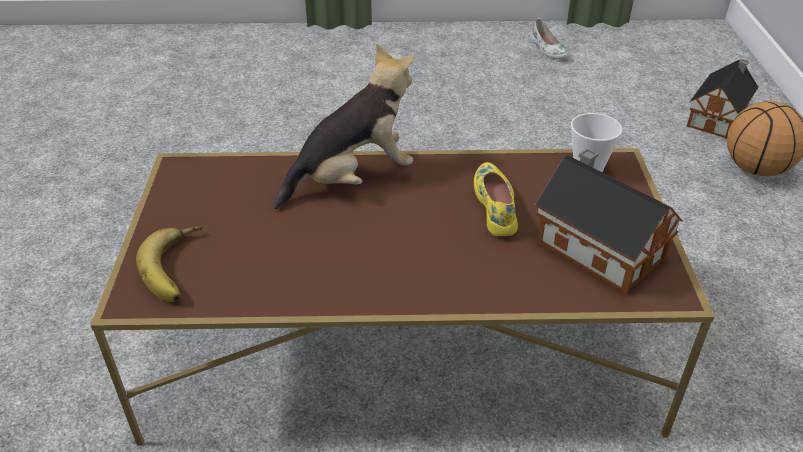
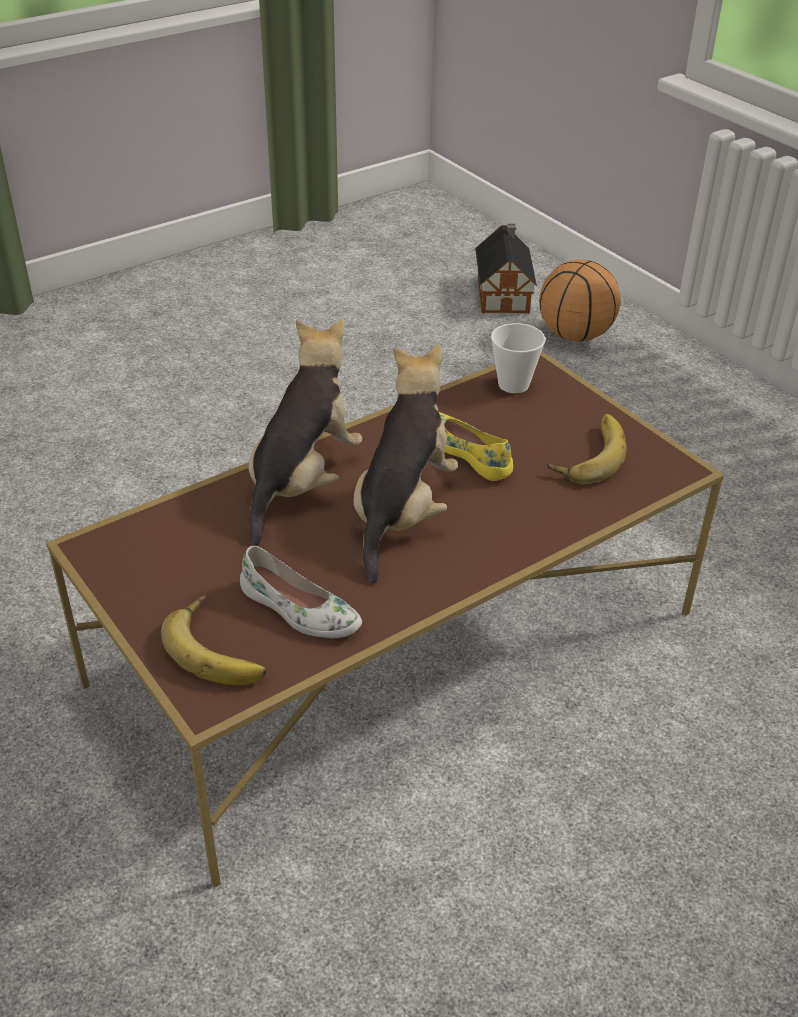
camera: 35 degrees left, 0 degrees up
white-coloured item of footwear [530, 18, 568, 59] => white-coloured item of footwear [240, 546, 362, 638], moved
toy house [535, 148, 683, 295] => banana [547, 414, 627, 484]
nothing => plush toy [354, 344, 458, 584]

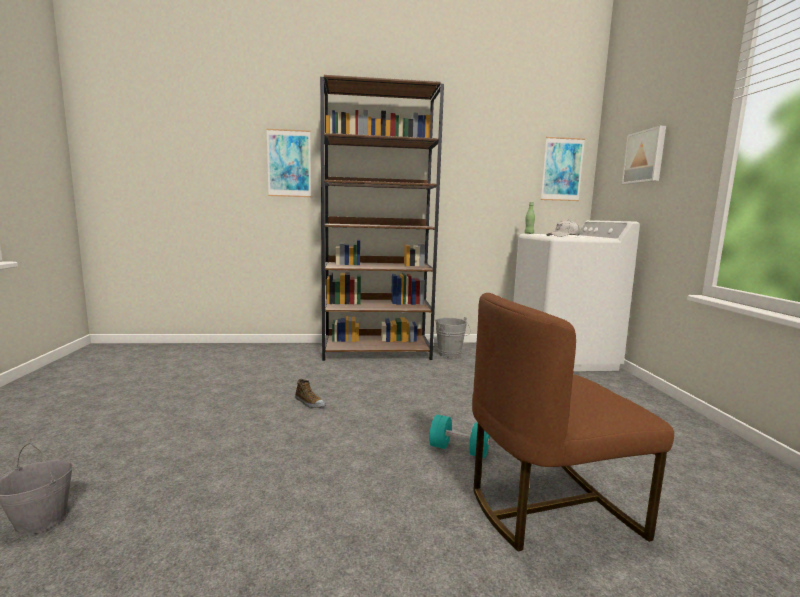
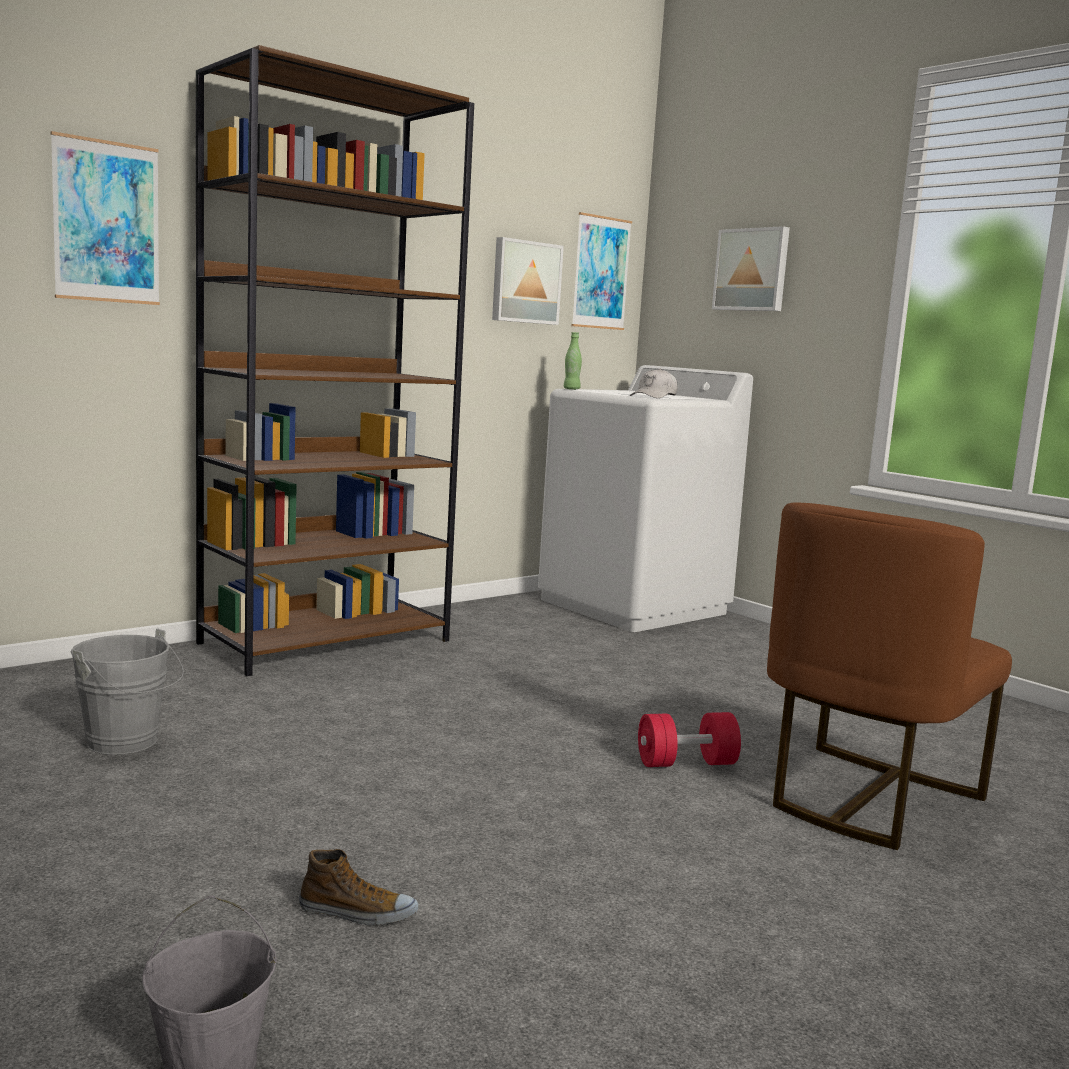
camera: 35 degrees left, 0 degrees up
grey bucket [435, 317, 471, 358] => grey bucket [70, 628, 184, 755], moved
item of footwear [295, 379, 326, 408] => item of footwear [299, 849, 419, 925], moved
blue-green free weight [429, 415, 490, 458] => red free weight [638, 712, 741, 767]
nothing => picture [492, 237, 564, 325]

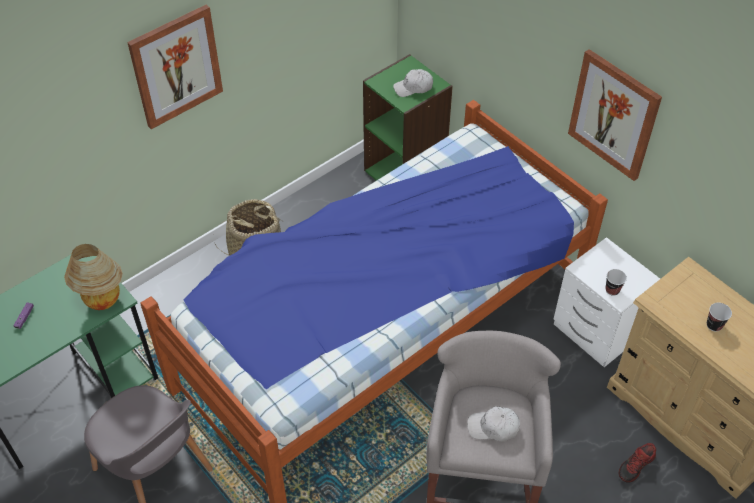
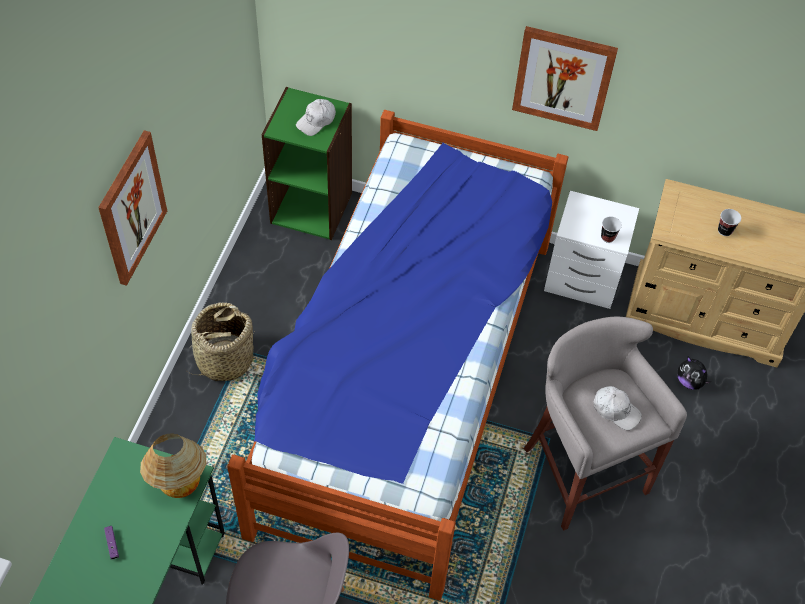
camera: 35 degrees left, 5 degrees up
white-coloured peaked cap [467, 406, 520, 441] => white-coloured peaked cap [593, 386, 642, 430], 120 degrees counterclockwise
item of footwear [619, 443, 656, 483] => plush toy [677, 357, 712, 390]

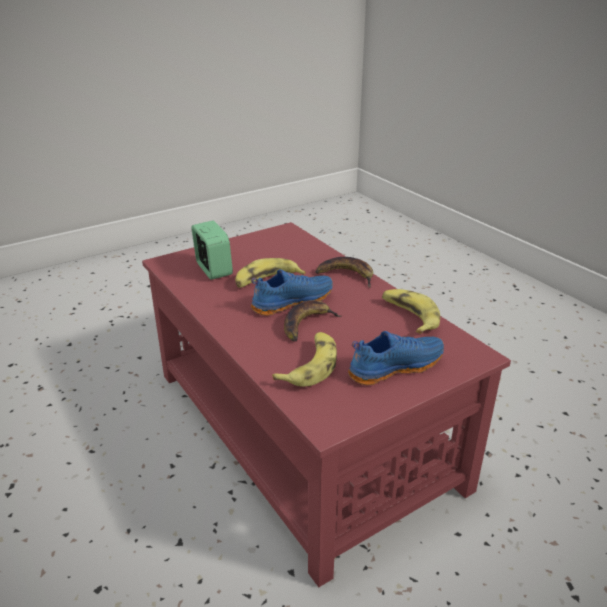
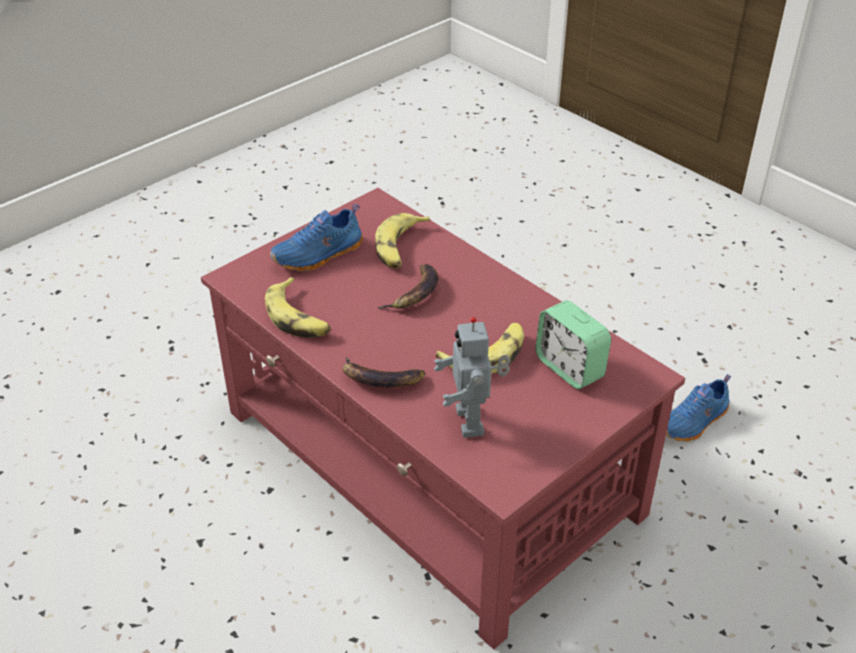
camera: 170 degrees right, 10 degrees up
bluish item of footwear [251, 269, 333, 316] => bluish item of footwear [666, 374, 731, 442], moved
nothing => model robot [434, 317, 510, 438]

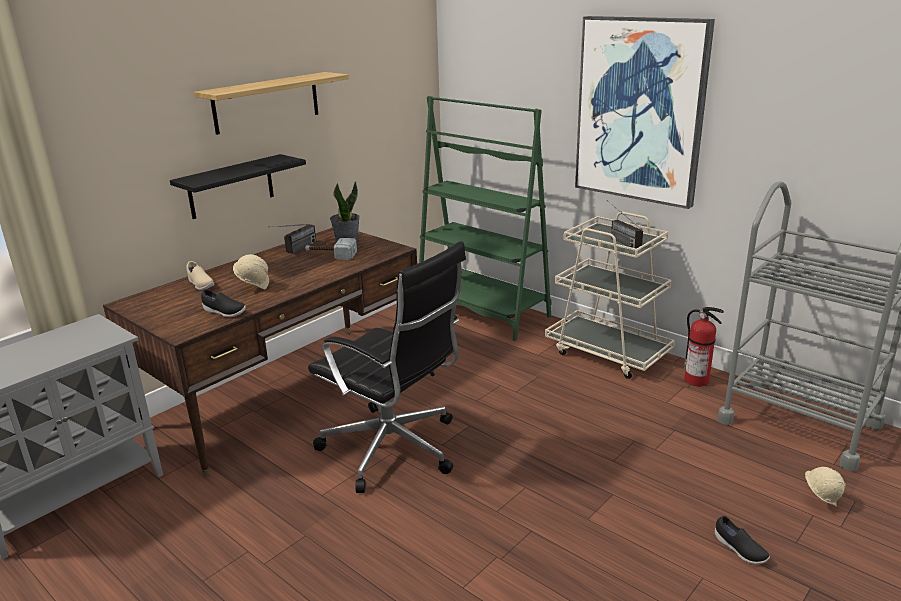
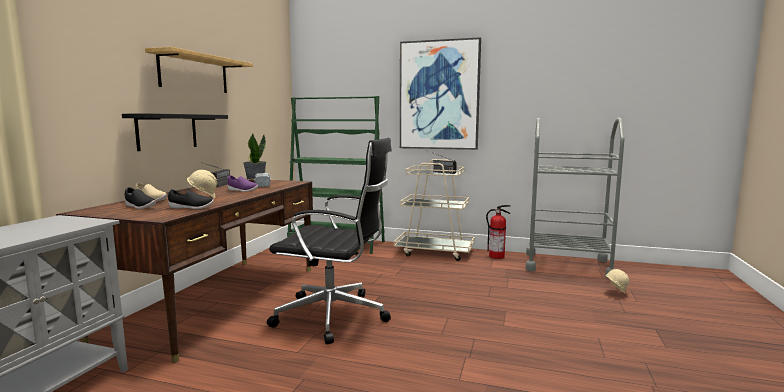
camera: 25 degrees left, 15 degrees down
black item of footwear [715, 516, 770, 564] => black item of footwear [125, 187, 156, 209], moved
nothing => purplish item of footwear [227, 175, 258, 192]

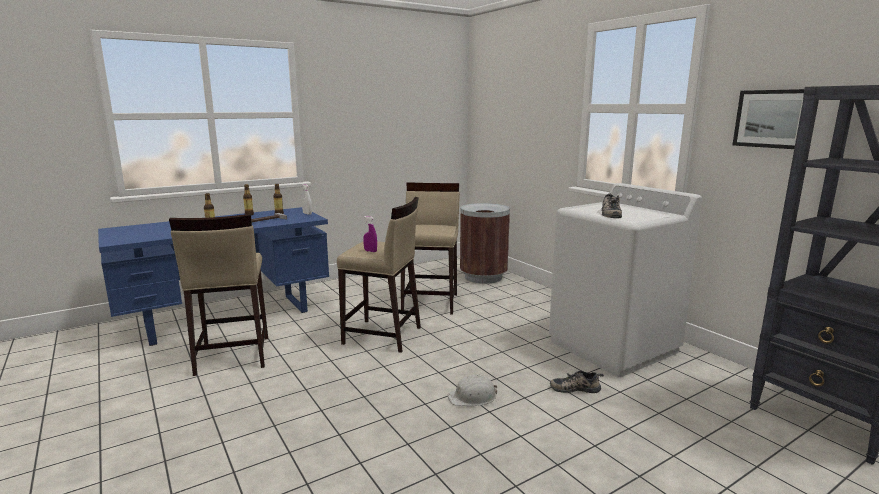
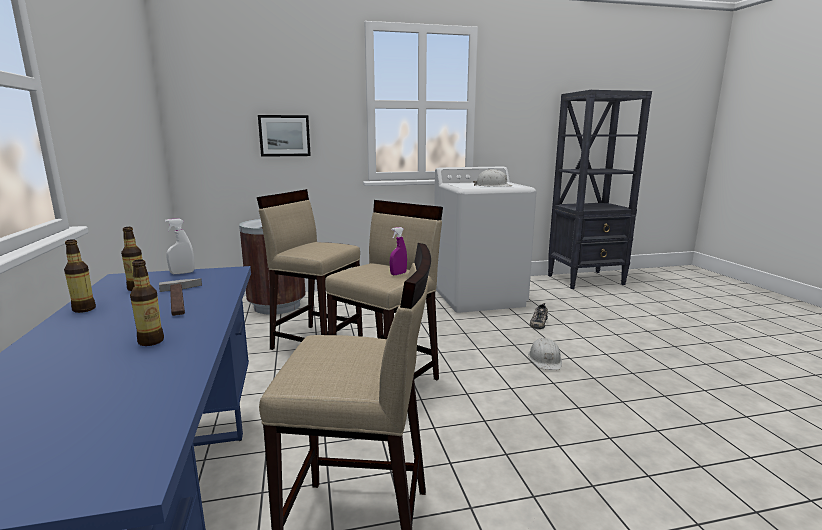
camera: 70 degrees left, 0 degrees up
picture [733, 89, 804, 149] => picture [258, 115, 311, 157], moved
item of footwear [601, 193, 622, 218] => white-coloured hard hat [473, 169, 513, 187]

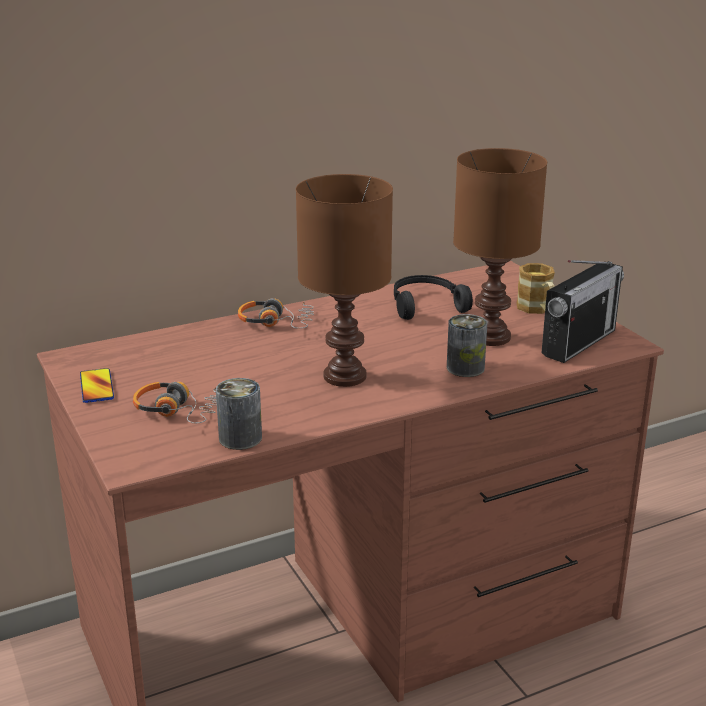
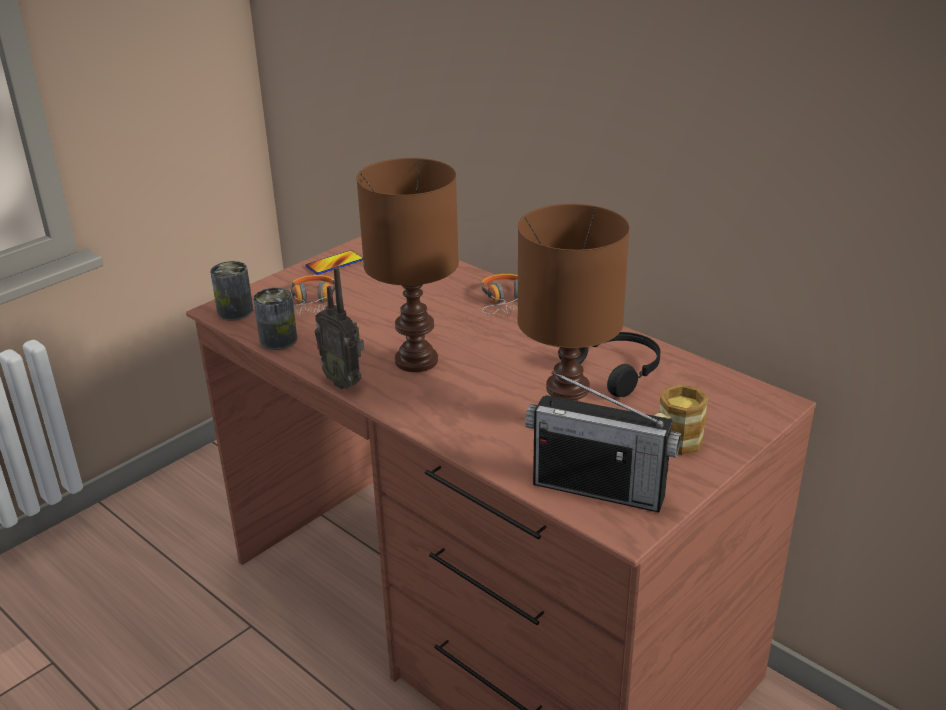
camera: 70 degrees right, 5 degrees up
metal can [447, 314, 487, 377] => metal can [210, 261, 253, 321], moved
nothing => radio set [315, 267, 364, 389]

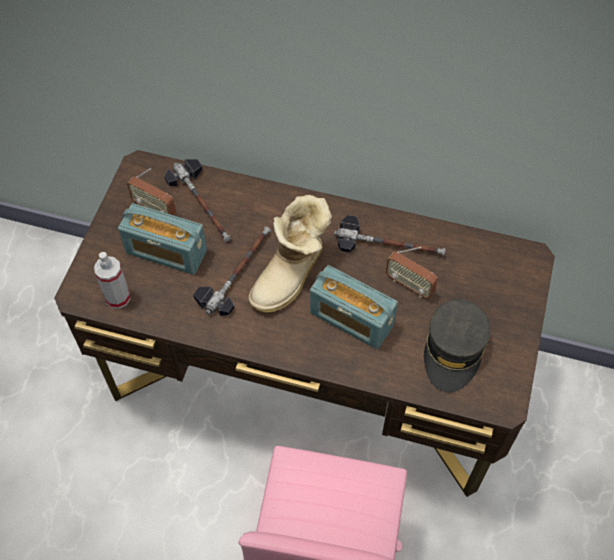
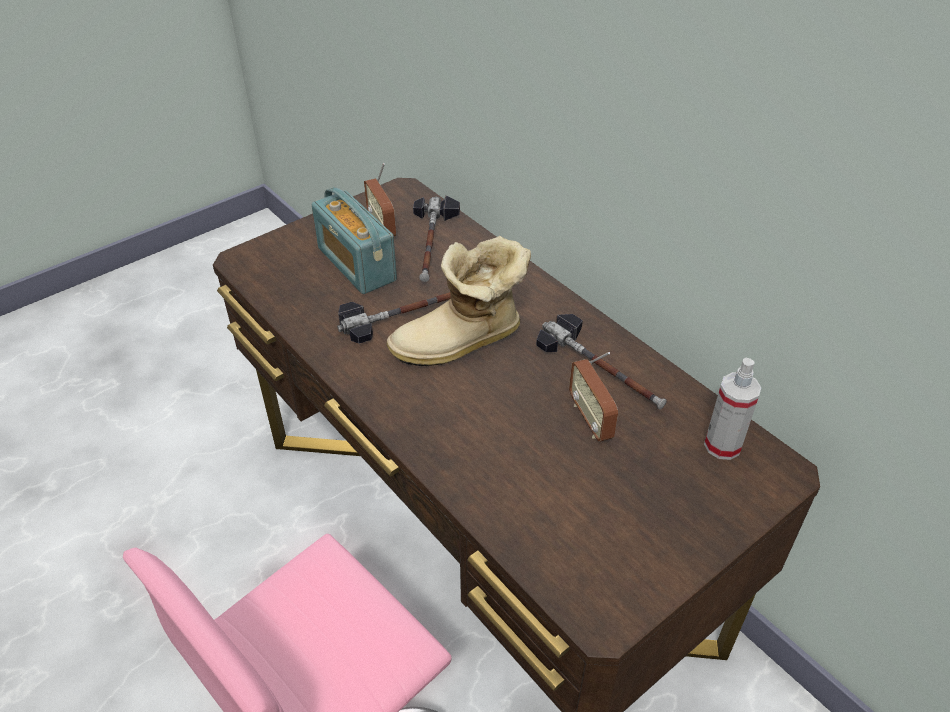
camera: 35 degrees right, 15 degrees down
spray bottle [94, 252, 130, 309] => spray bottle [704, 358, 761, 460], moved
radio set [310, 265, 398, 349] => nothing
grey peaked cap [424, 299, 490, 392] => nothing

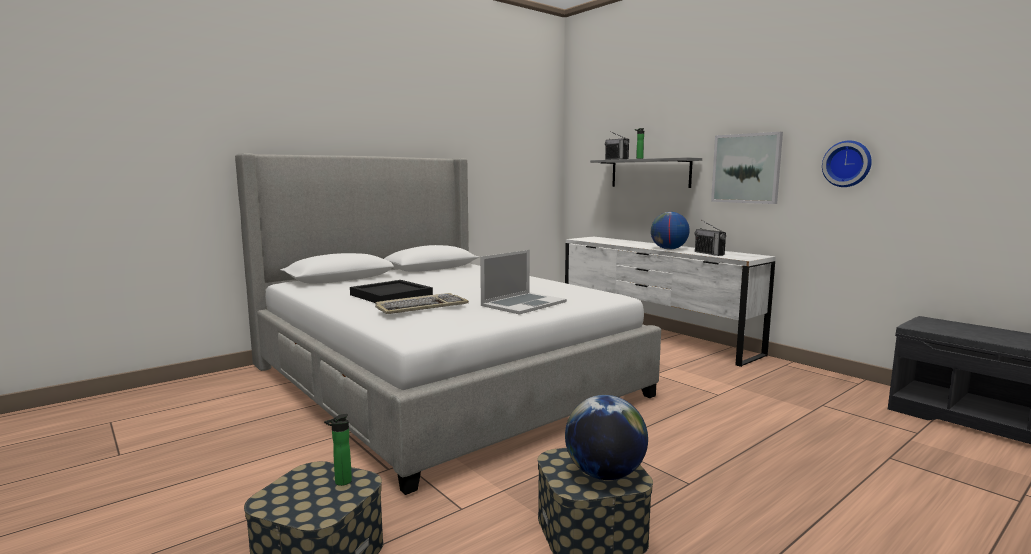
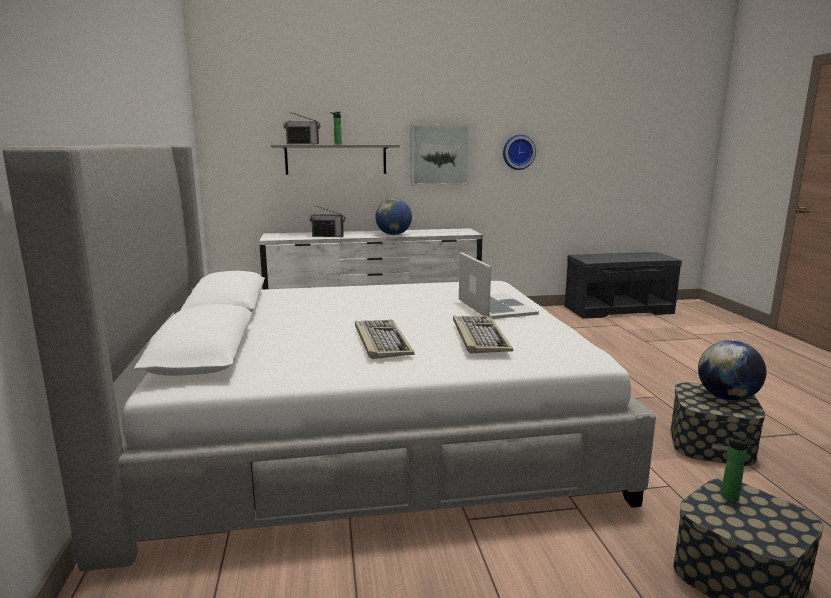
camera: 60 degrees left, 5 degrees up
radio set [694, 220, 726, 256] => radio set [309, 206, 345, 237], moved
black tray [350, 280, 433, 303] => PC keyboard [355, 320, 415, 359]

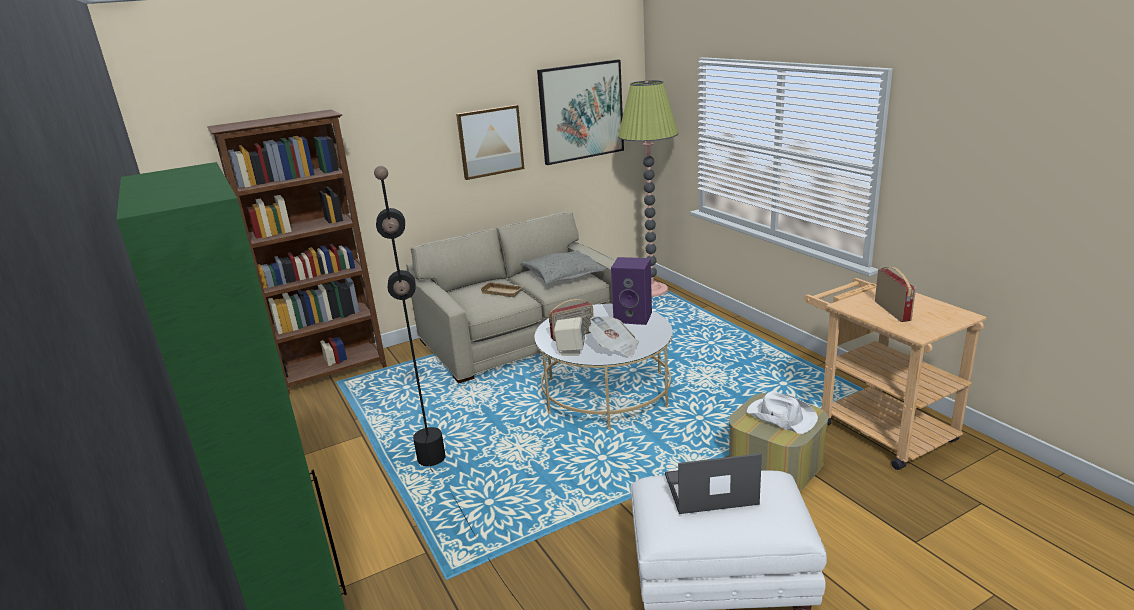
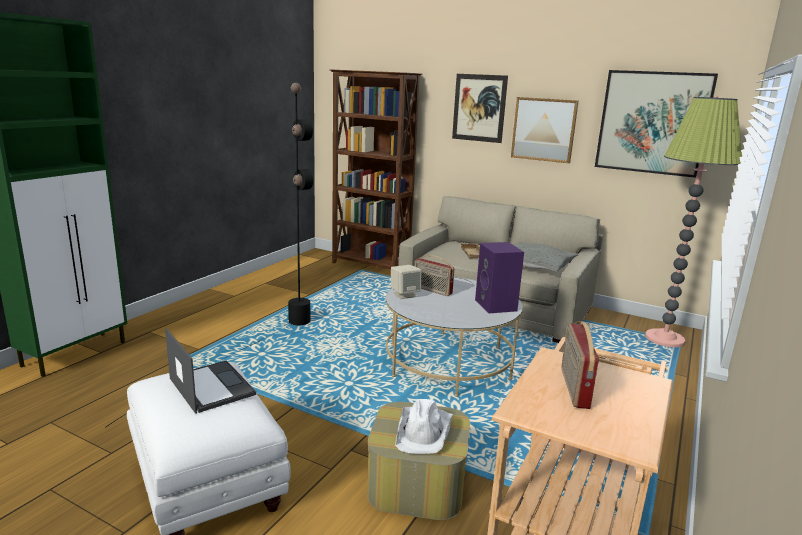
camera: 55 degrees right, 5 degrees down
radio set [875, 267, 916, 322] => radio set [561, 321, 599, 409], 135 degrees clockwise
newspaper [589, 316, 639, 357] => nothing
nothing => picture [452, 74, 508, 143]

